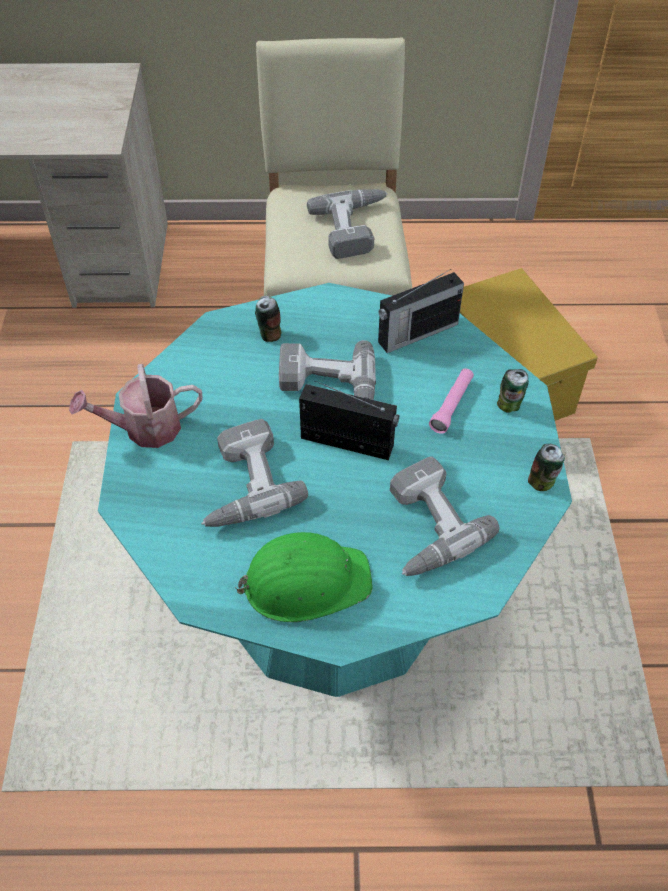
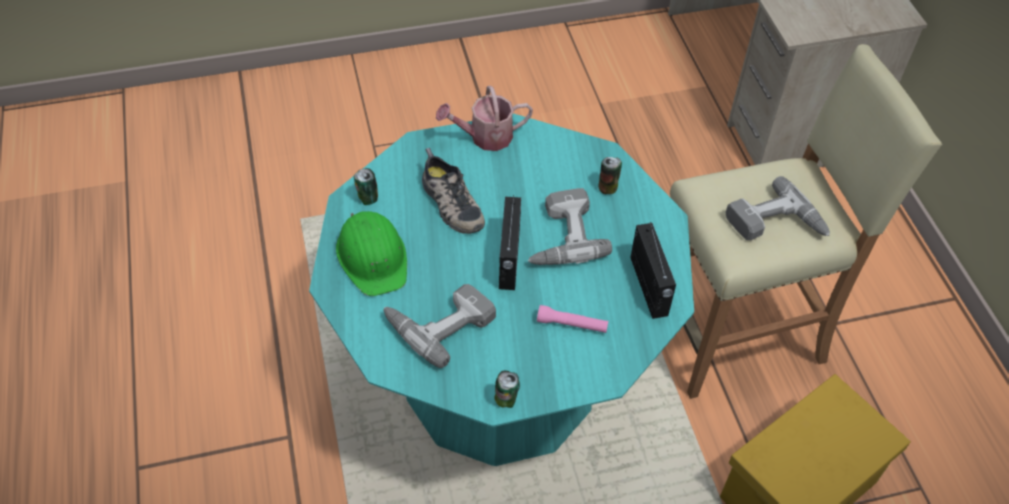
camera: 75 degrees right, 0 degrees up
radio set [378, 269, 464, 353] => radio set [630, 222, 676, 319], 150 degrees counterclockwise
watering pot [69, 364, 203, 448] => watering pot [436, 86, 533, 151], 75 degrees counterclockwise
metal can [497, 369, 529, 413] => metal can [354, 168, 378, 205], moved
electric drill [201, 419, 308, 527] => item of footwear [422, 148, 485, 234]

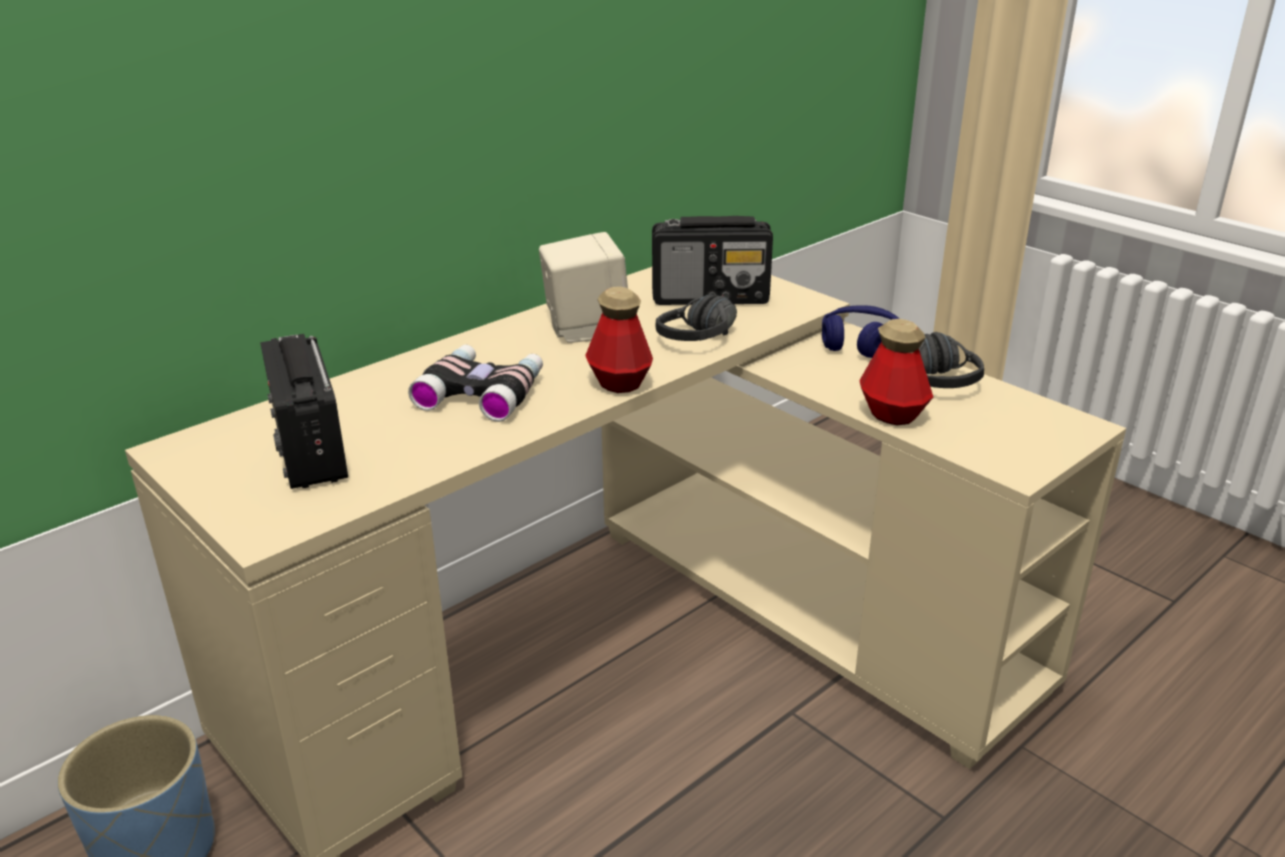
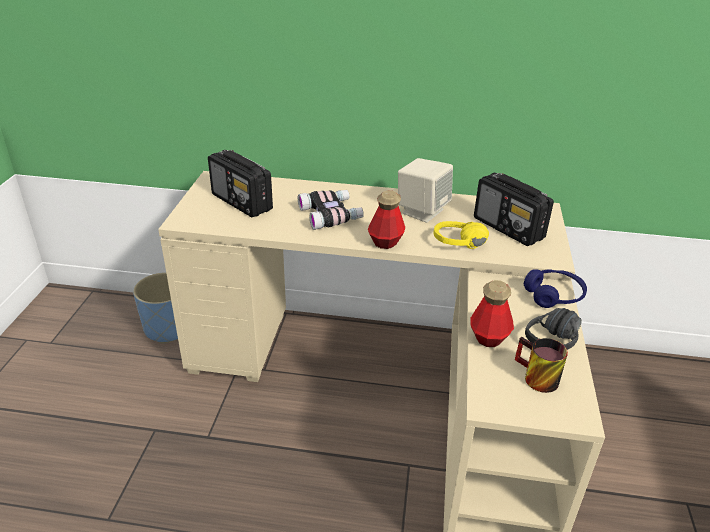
camera: 50 degrees right, 5 degrees up
black headset [655, 295, 737, 341] => yellowish headset [434, 221, 489, 249]
radio set [260, 334, 348, 489] => radio set [208, 150, 273, 217], 75 degrees counterclockwise
nothing => tea mug [515, 337, 568, 393]

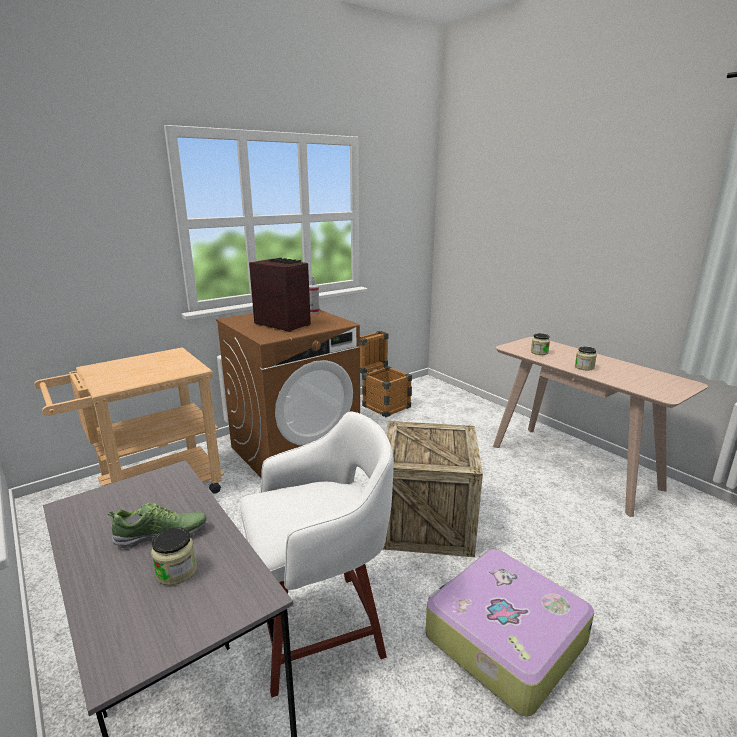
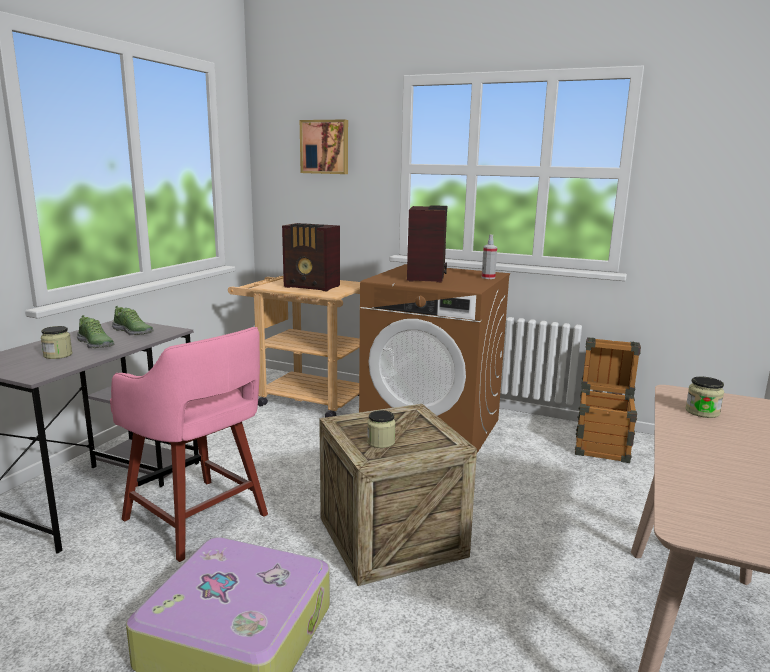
camera: 60 degrees right, 5 degrees down
preserve jar [575, 347, 597, 371] => preserve jar [367, 410, 395, 448], moved
white-coloured stool [240, 411, 394, 697] => pinkish stool [110, 327, 268, 562]
nothing => picture [300, 120, 348, 174]
nothing => radio set [282, 223, 340, 291]
nothing => item of footwear [112, 306, 154, 335]

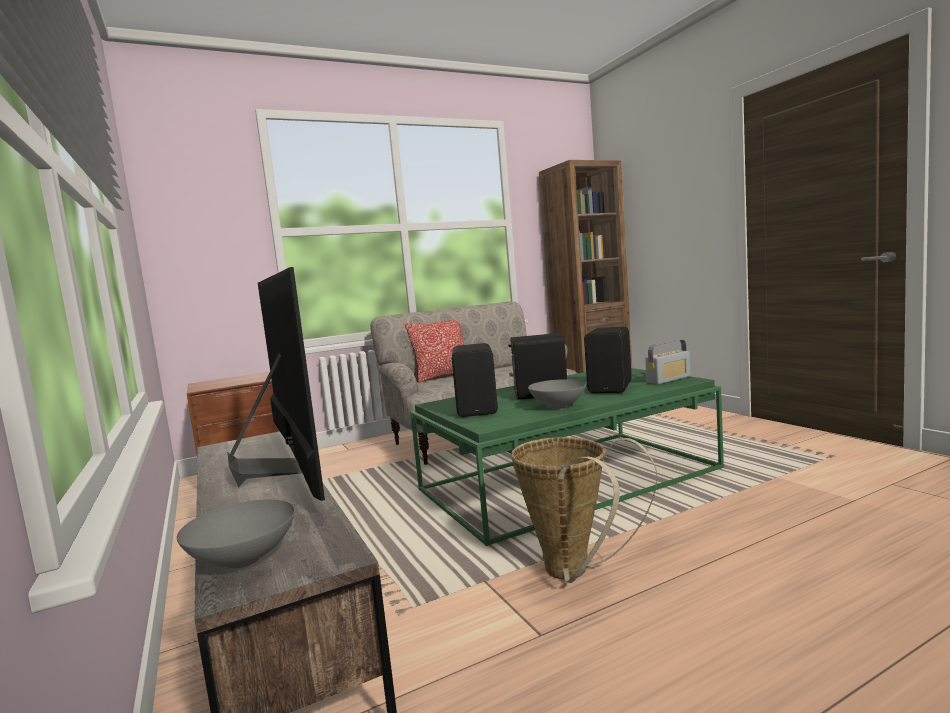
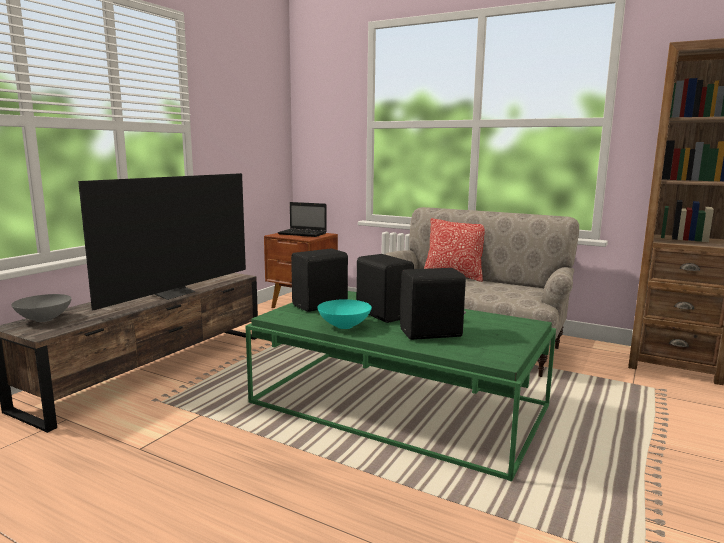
camera: 55 degrees right, 5 degrees up
radio set [645, 340, 690, 384] => nothing
grey deep dish [528, 379, 586, 409] => blue-green deep dish [317, 299, 372, 329]
household basket [511, 437, 657, 583] => nothing
nothing => notebook computer [278, 202, 327, 237]

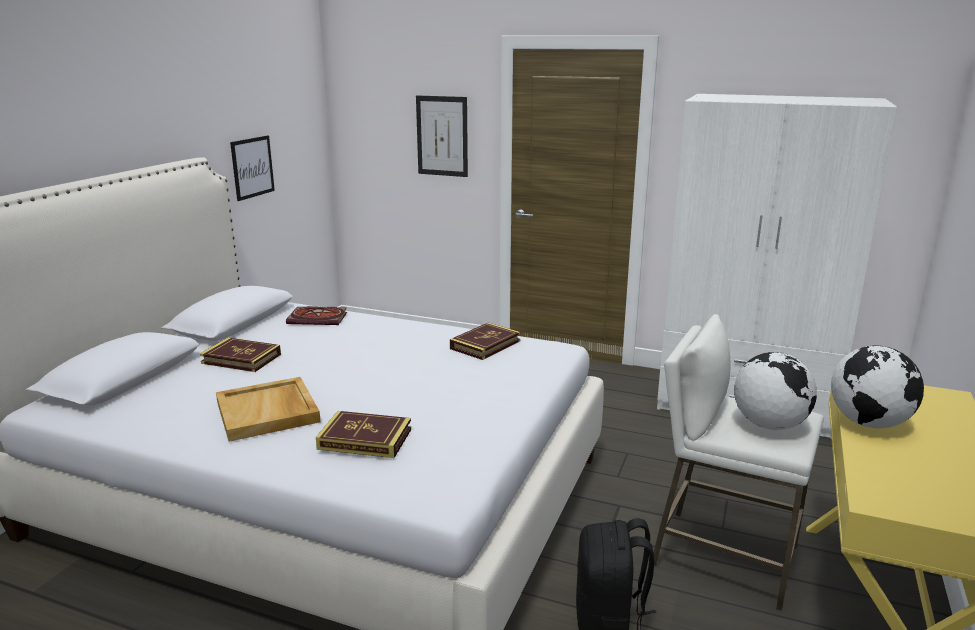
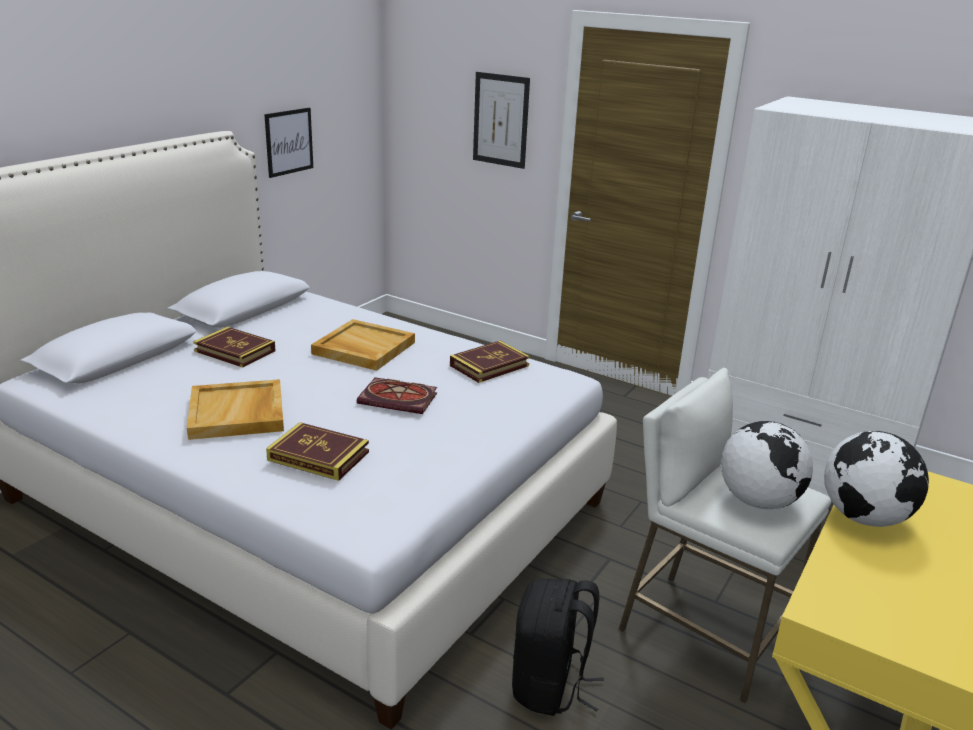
camera: 10 degrees right, 5 degrees up
book [286, 306, 347, 325] => book [357, 377, 437, 414], moved
nothing => beige tray [311, 319, 415, 371]

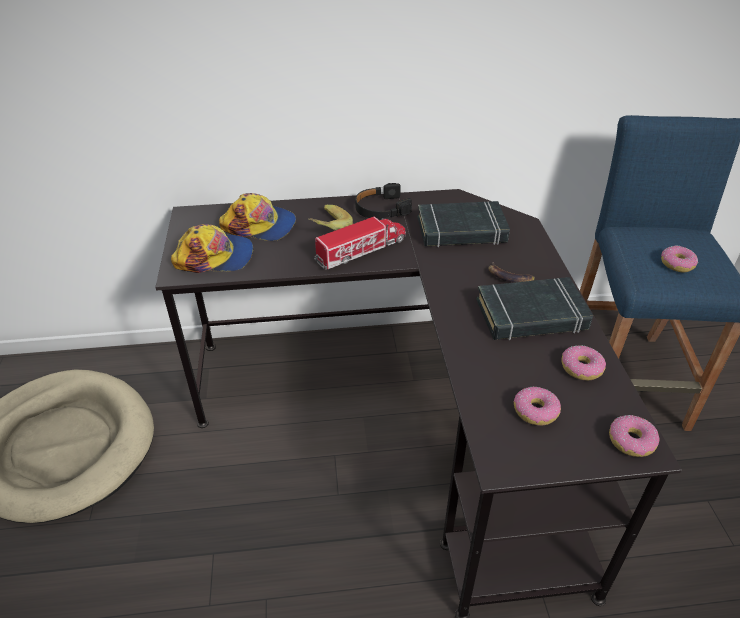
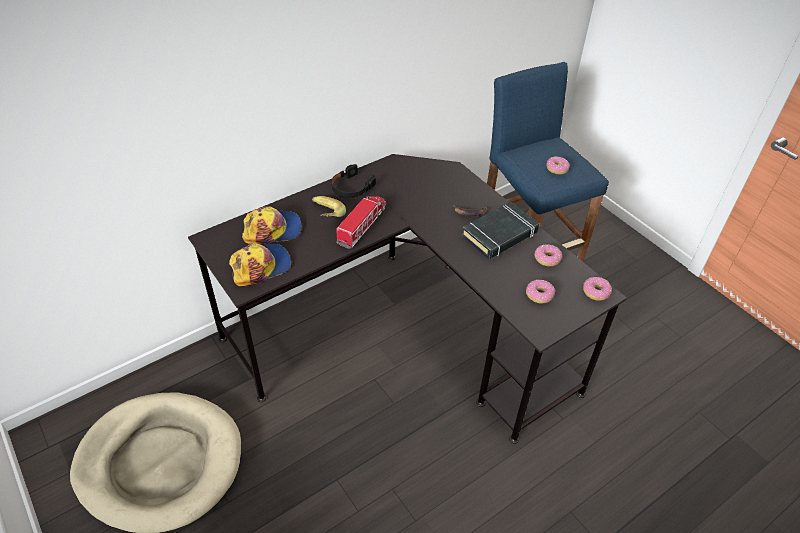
camera: 30 degrees left, 5 degrees up
black book [418, 201, 510, 247] => nothing

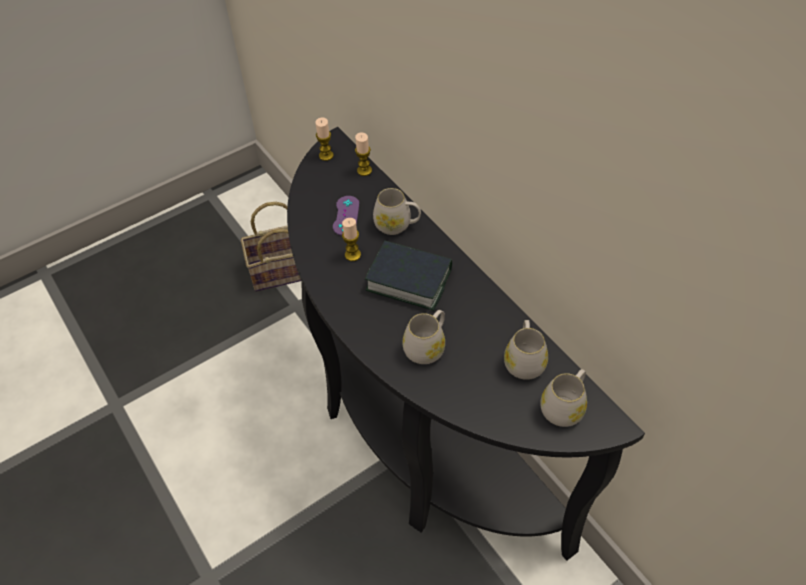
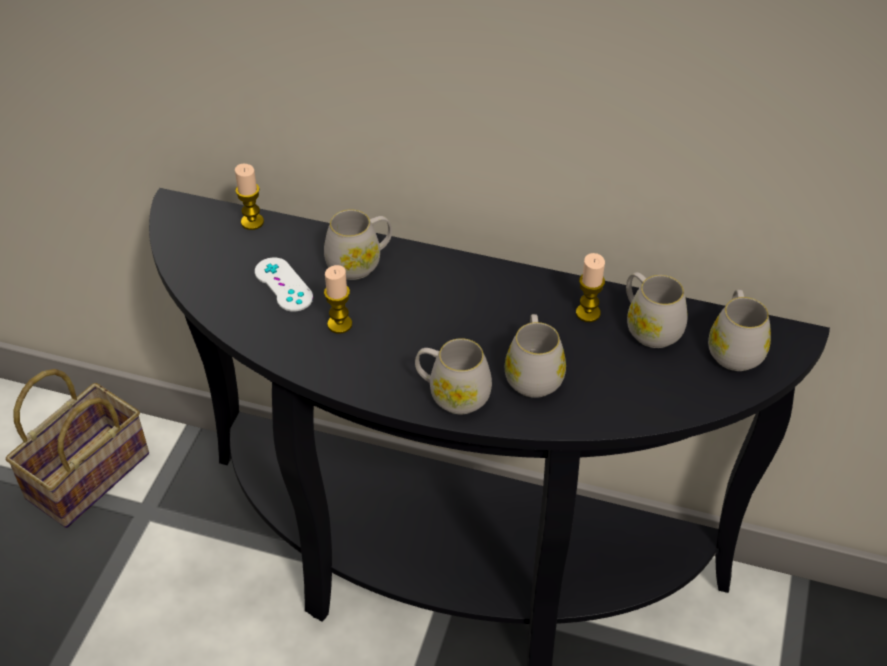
camera: 40 degrees left, 5 degrees down
wax light [316, 117, 334, 161] => wax light [576, 253, 605, 322], moved
purplish joypad [333, 196, 359, 236] => white-coloured joypad [255, 257, 313, 312]
book [365, 241, 452, 311] => nothing
nothing => white-coloured tea mug [415, 338, 492, 414]

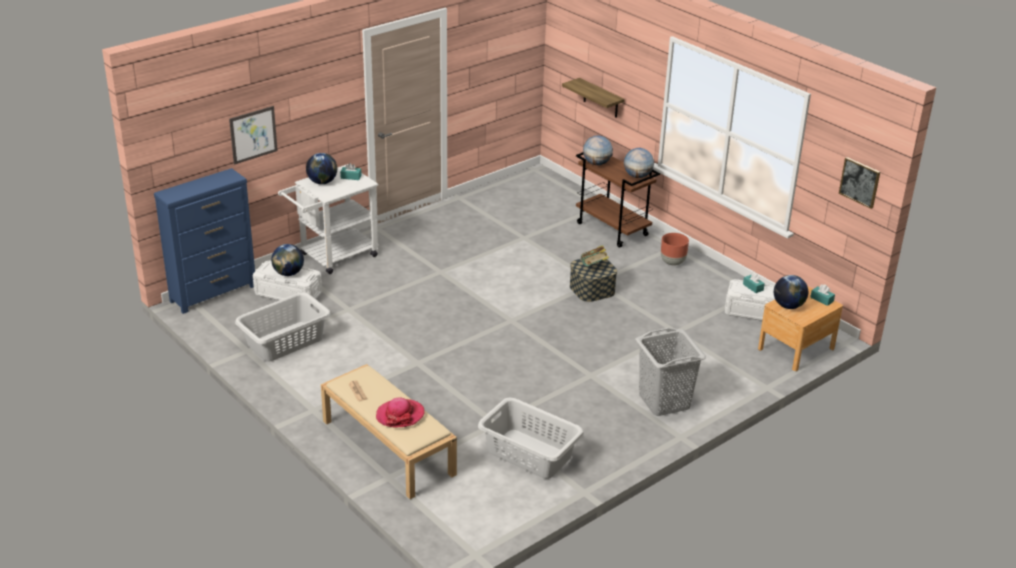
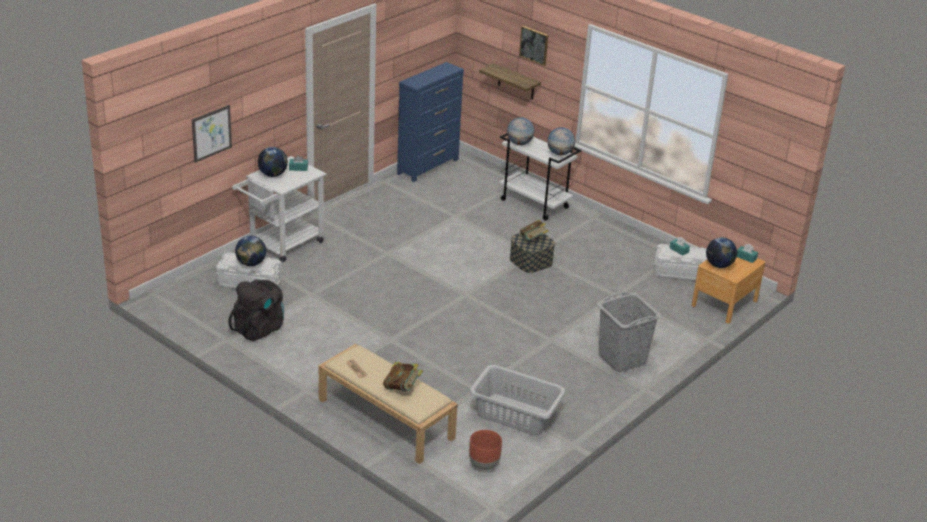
camera: 10 degrees left, 0 degrees up
brown wheeled cart [576, 149, 660, 248] => white-coloured wheeled cart [499, 133, 581, 221]
picture [839, 157, 880, 209] => picture [519, 26, 548, 66], moved
bluish drawer chest [154, 168, 255, 314] => bluish drawer chest [397, 62, 464, 182], moved
brown plant pot [661, 233, 689, 266] => brown plant pot [469, 430, 502, 470], moved
grey laundry basket [235, 292, 331, 362] => black backpack [228, 279, 284, 342]
clothing hat [376, 397, 425, 428] => book [383, 362, 423, 391]

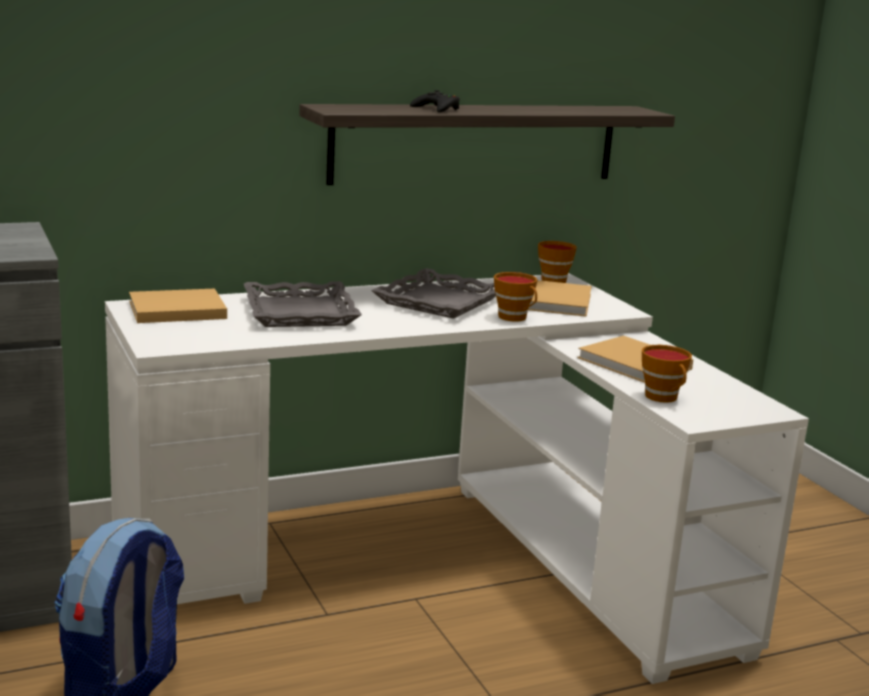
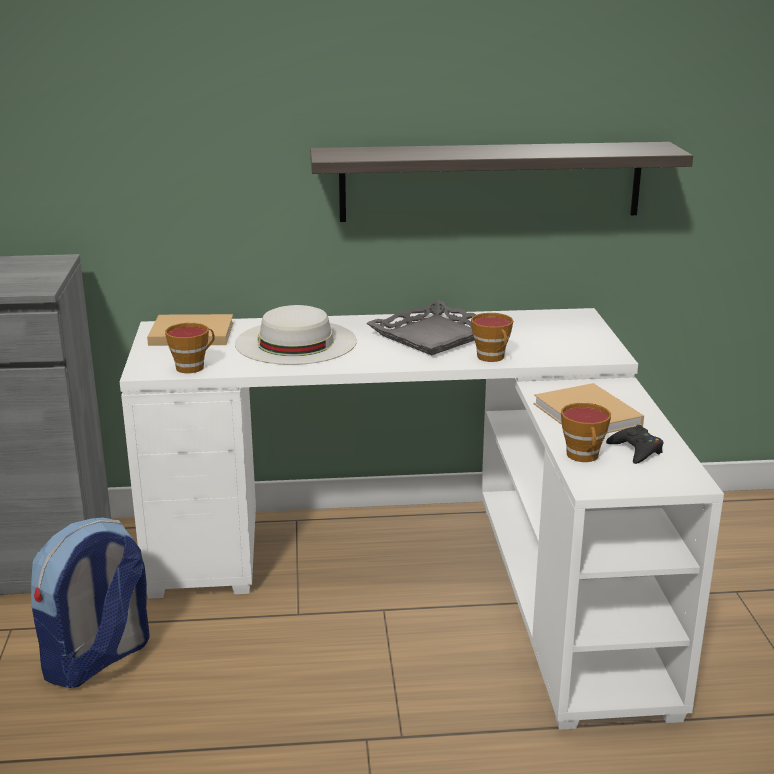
camera: 20 degrees right, 5 degrees up
black joypad [410, 90, 460, 112] => black joypad [606, 425, 663, 464], moved
small cup [538, 241, 577, 283] => small cup [165, 323, 215, 373], moved
beige book [528, 280, 592, 317] => nothing
grey tray [244, 281, 362, 327] => white-coloured clothing hat [235, 305, 357, 365]

